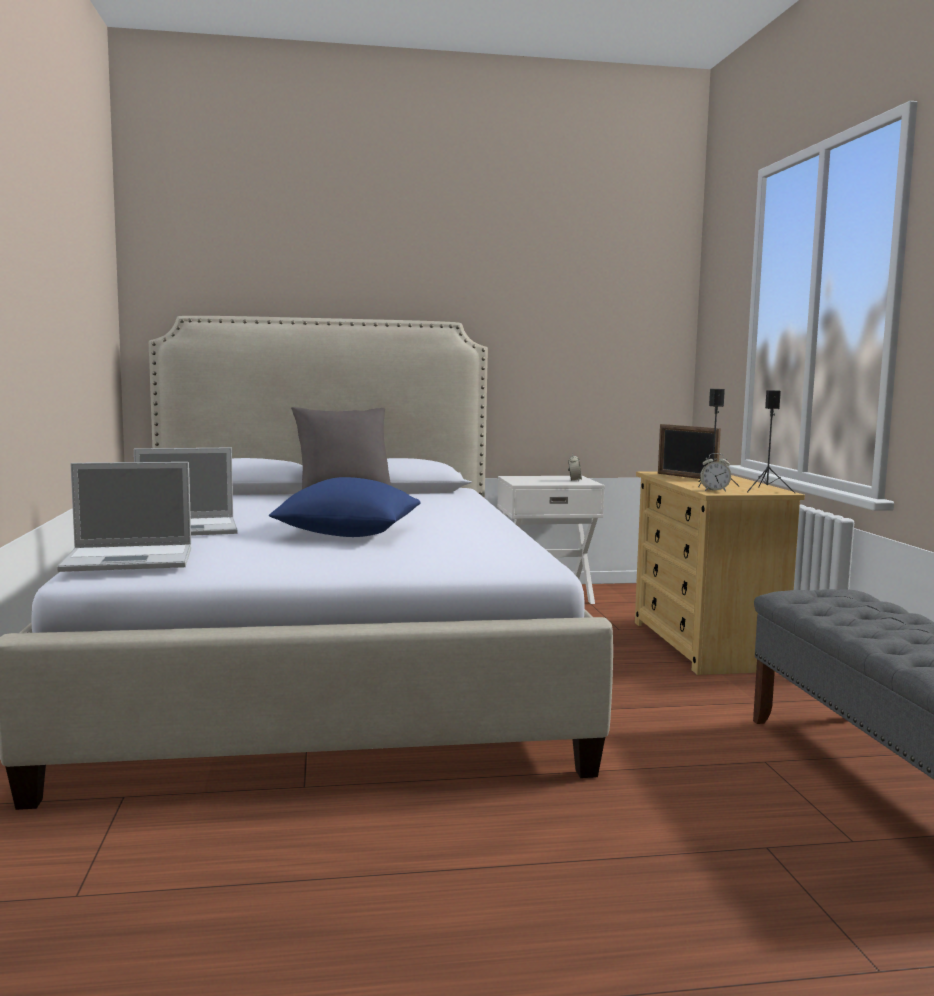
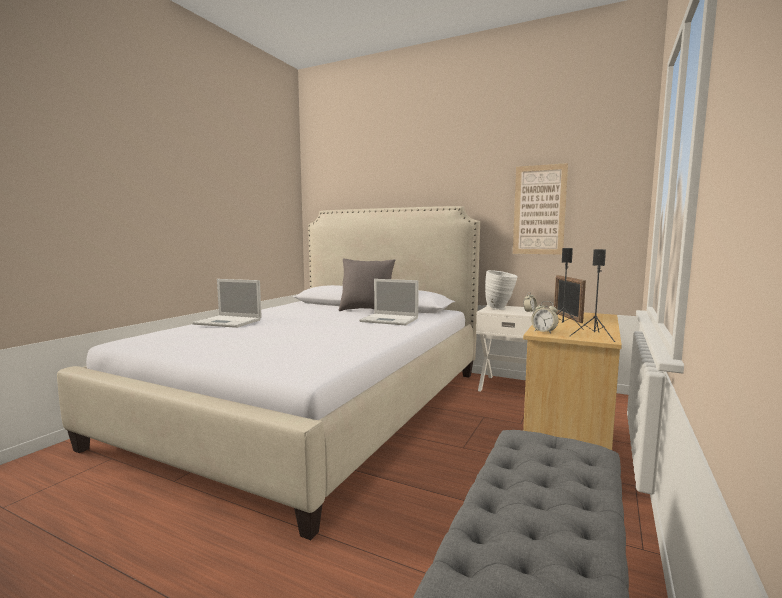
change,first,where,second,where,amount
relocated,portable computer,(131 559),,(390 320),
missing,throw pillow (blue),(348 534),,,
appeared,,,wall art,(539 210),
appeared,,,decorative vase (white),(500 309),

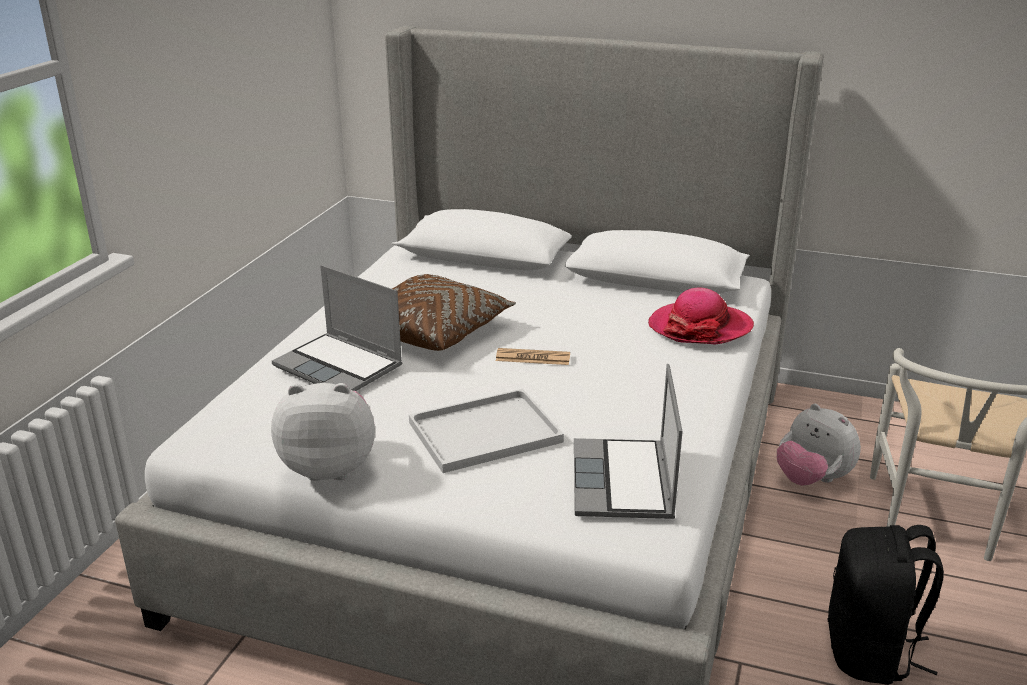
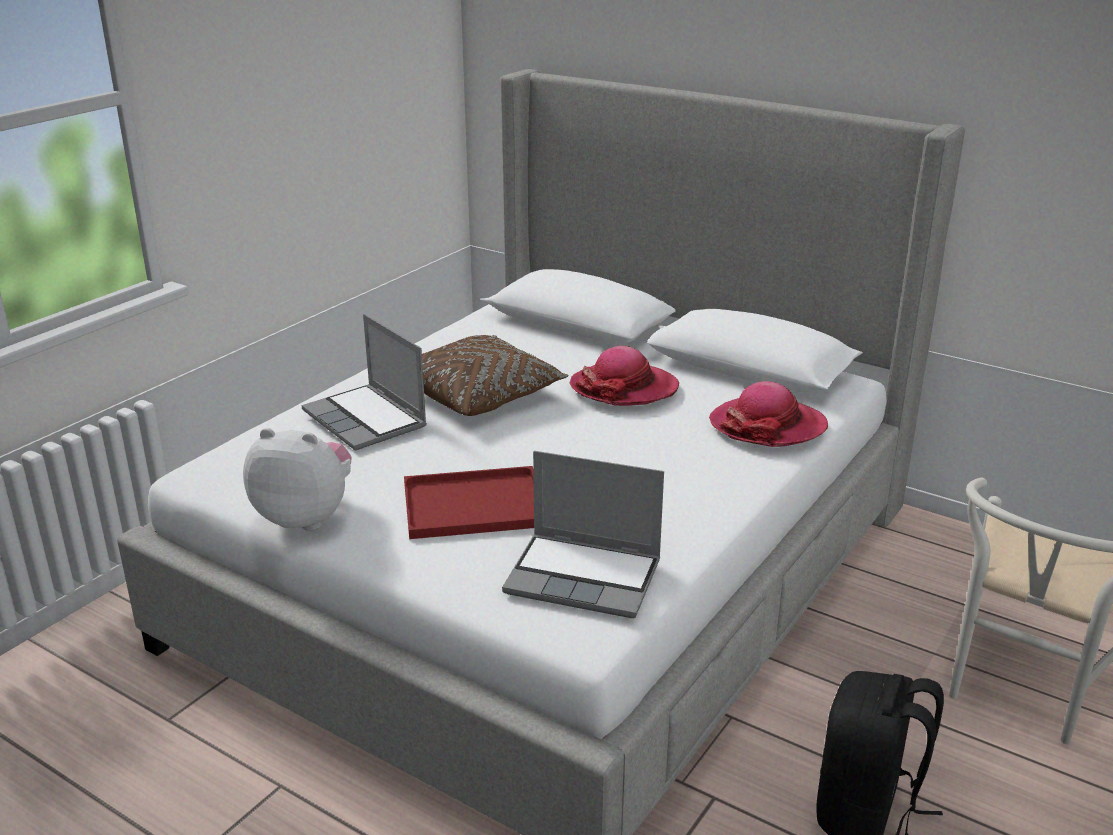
change,first,where,second,where,amount
missing,printed paper,(533 358),,,
spun,portable computer,(624 482),,(585 577),90 degrees counterclockwise
colour,tray (white),(487 431),tray (red),(476 504),
missing,soft toy,(812 479),,,
appeared,,,hat,(624 388),

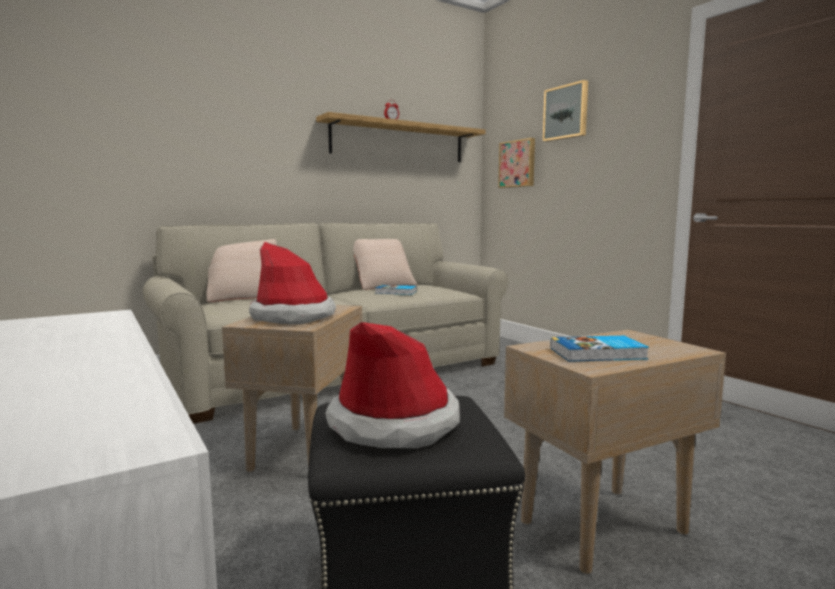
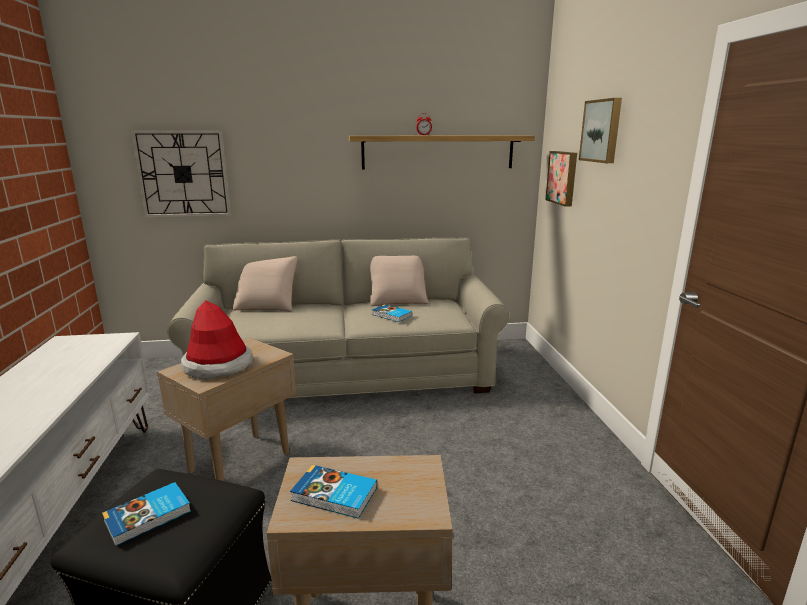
change,first,where,second,where,amount
exchanged,hat,(393 424),book,(149 516),
appeared,,,hanging clock,(183 174),

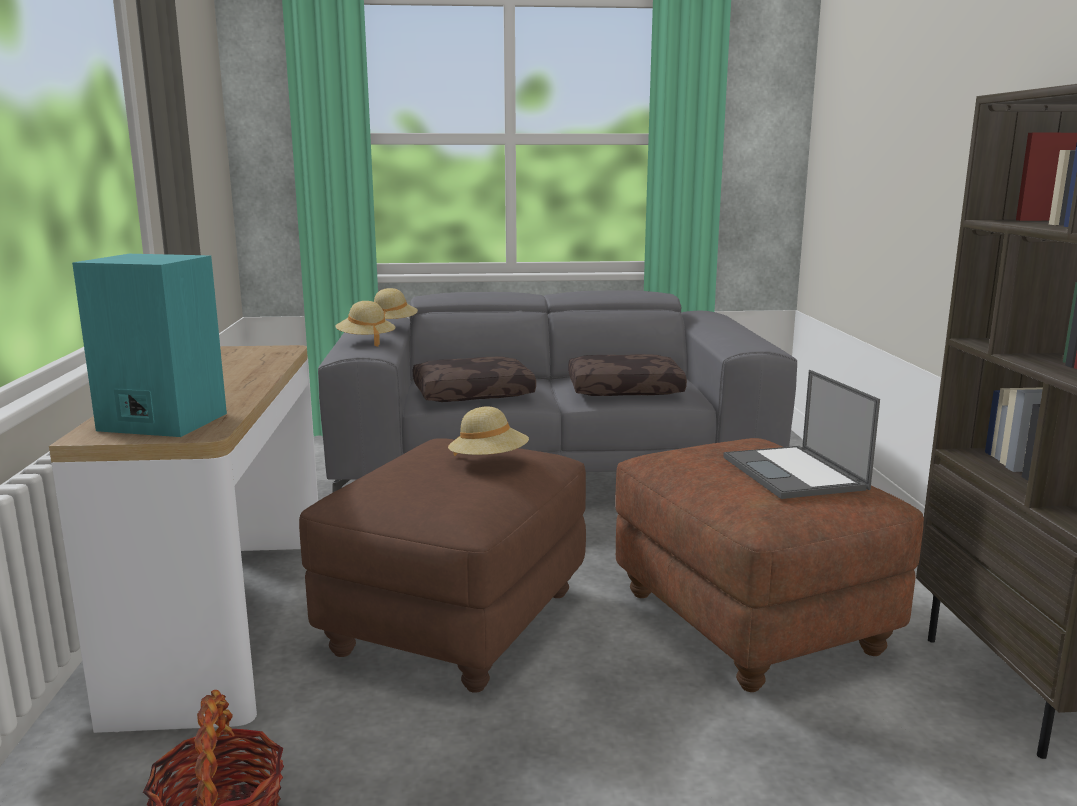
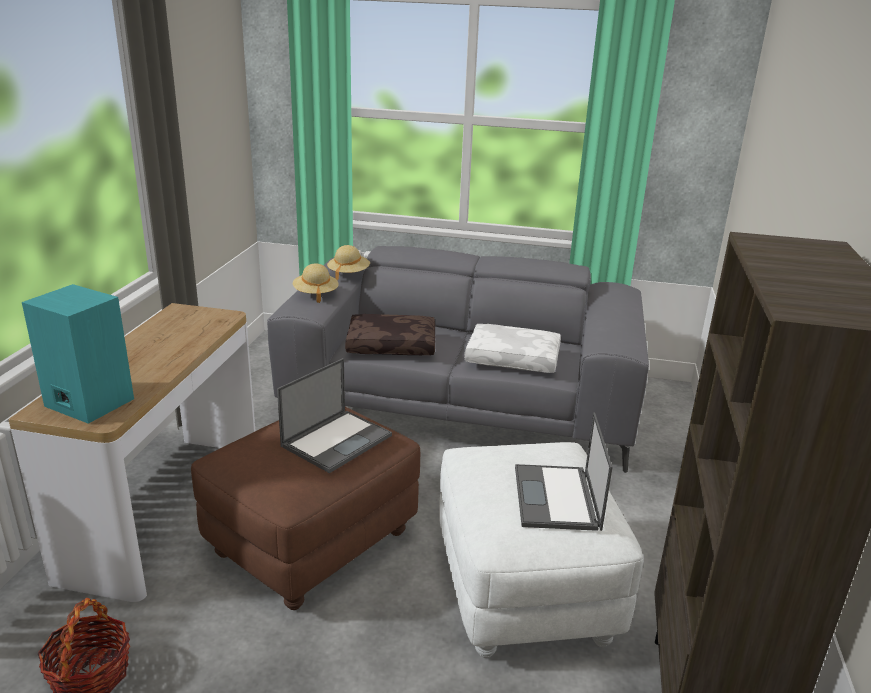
change,first,where,second,where,amount
colour,throw pillow (brown),(625 389),throw pillow (white),(513 358),
exchanged,hat (beige-coloured),(489 462),portable computer,(337 440),
colour,pouffe (brown),(750 622),pouffe (white),(524 590),

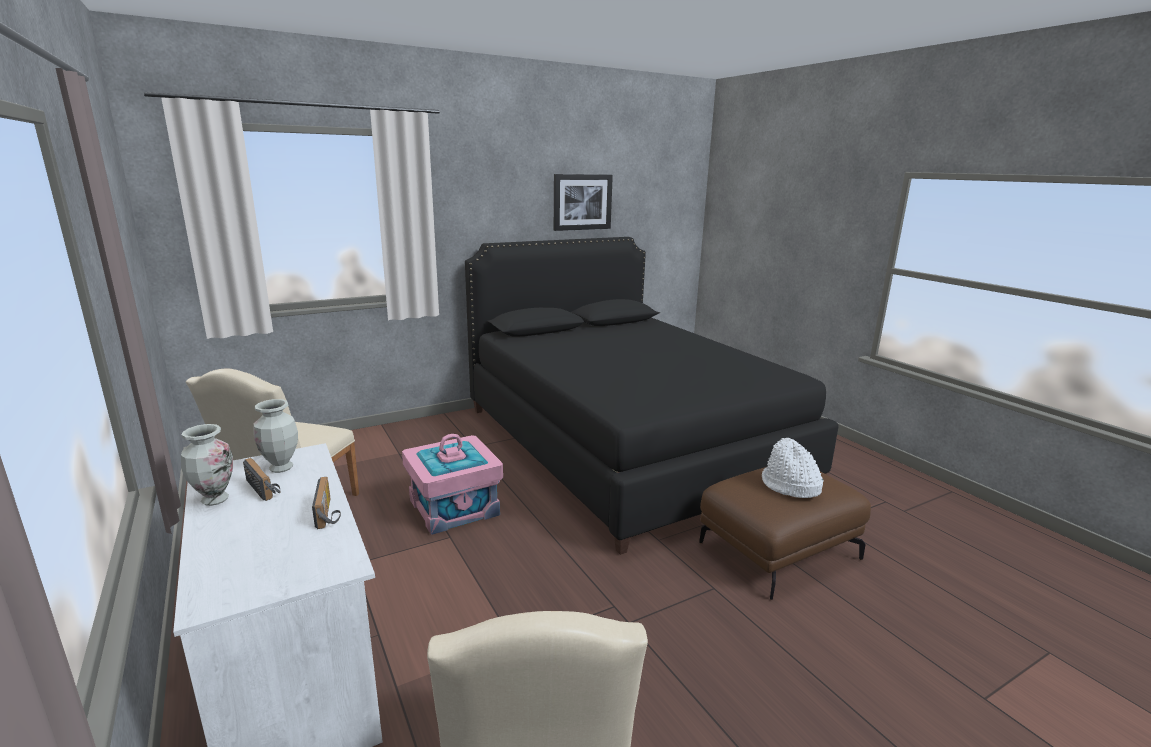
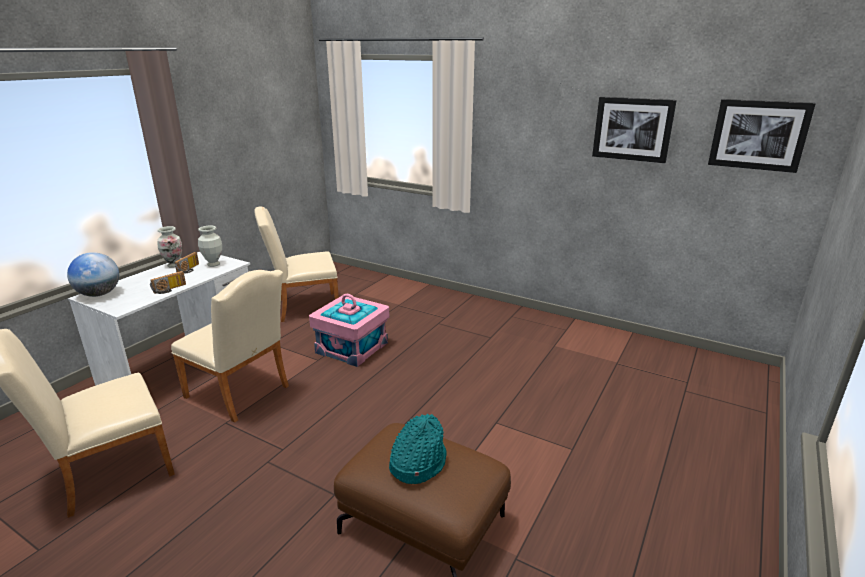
change,first,where,second,where,amount
missing,sleeping bed (blackish),(627 444),,,
colour,hat (white),(789 486),hat (blue-green),(417 463),
appeared,,,wall art,(758 135),
appeared,,,world globe,(99 294),
appeared,,,plain chair (beige-coloured),(241 394),

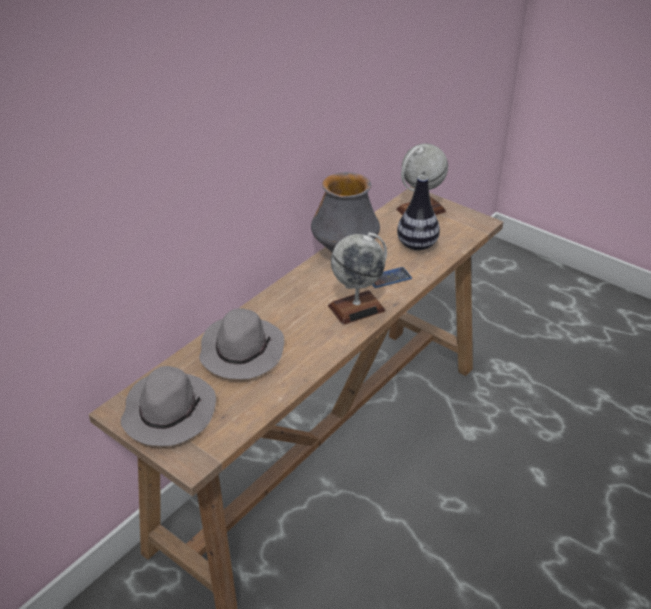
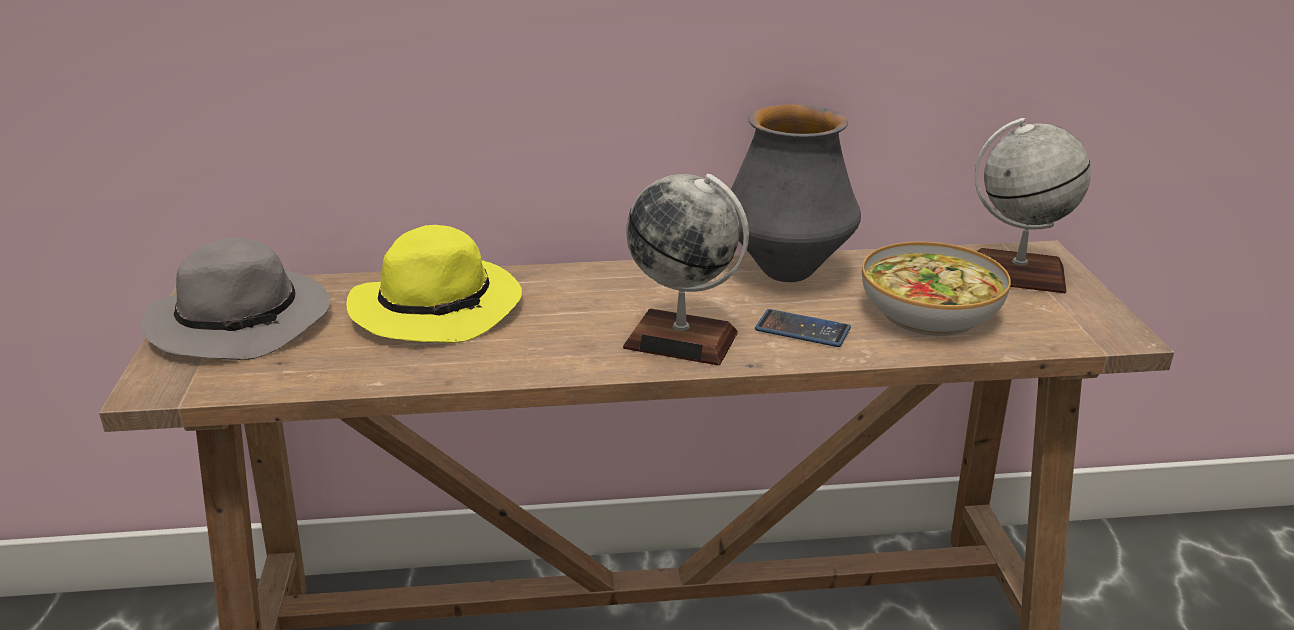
change,first,where,second,where,amount
exchanged,decorative vase,(417 245),serving bowl,(928 312),
colour,hat (grey),(241 351),hat (yellow-coloured),(439 308),

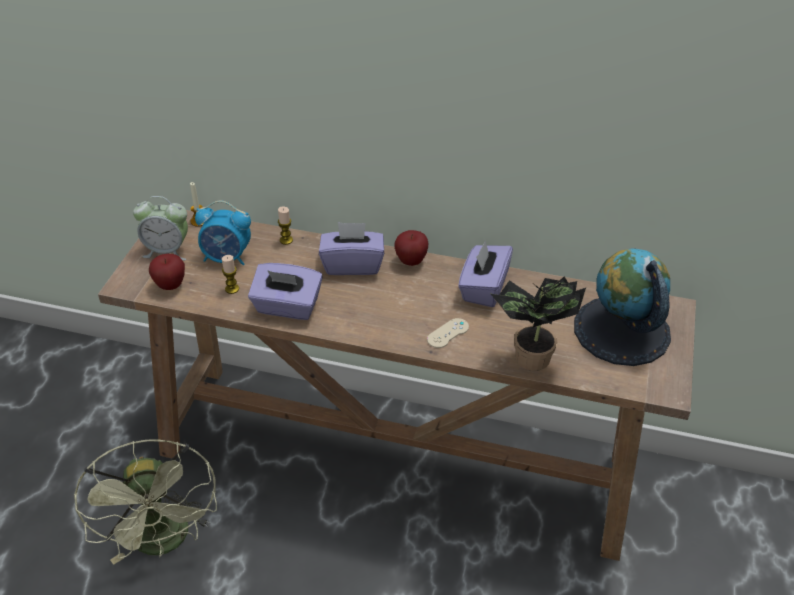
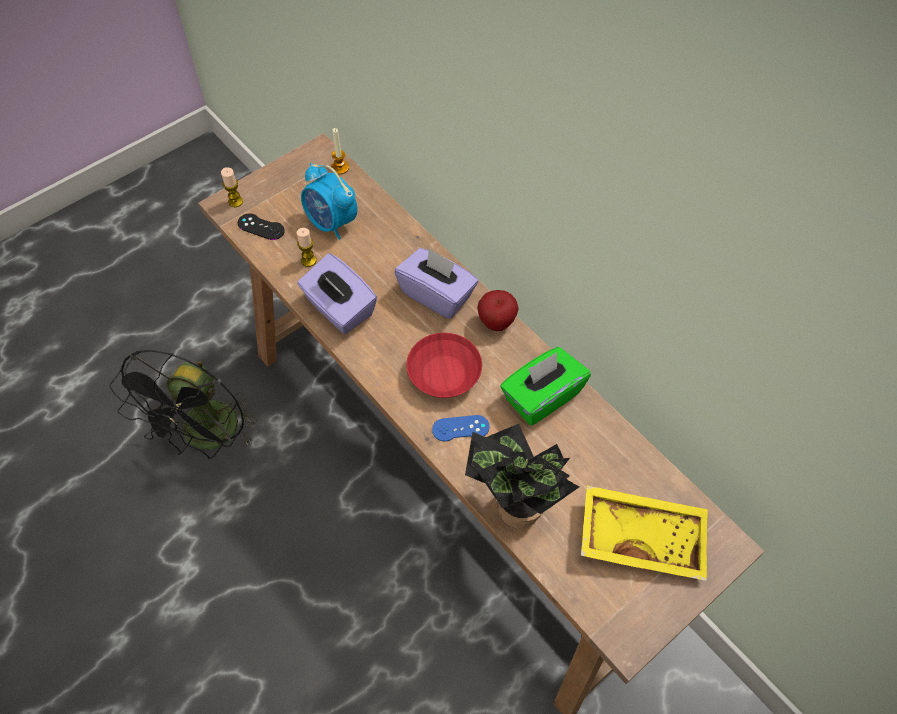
change,first,where,second,where,amount
missing,table clock,(167 250),,,
relocated,wax light,(286 240),,(235 201),
colour,tissue holder (purplish),(483 288),tissue holder (green),(541 397),
exchanged,world globe,(621 330),tray (yellow-coloured),(641 536),
exchanged,apple fruit,(170 285),gamepad (blackish),(261 227),
colour,gamepad (beige-coloured),(448 333),gamepad (blue),(460 428),
colour,cooling fan (green),(164 542),cooling fan (blackish),(207 438),
appeared,,,serving bowl (red),(444 376),

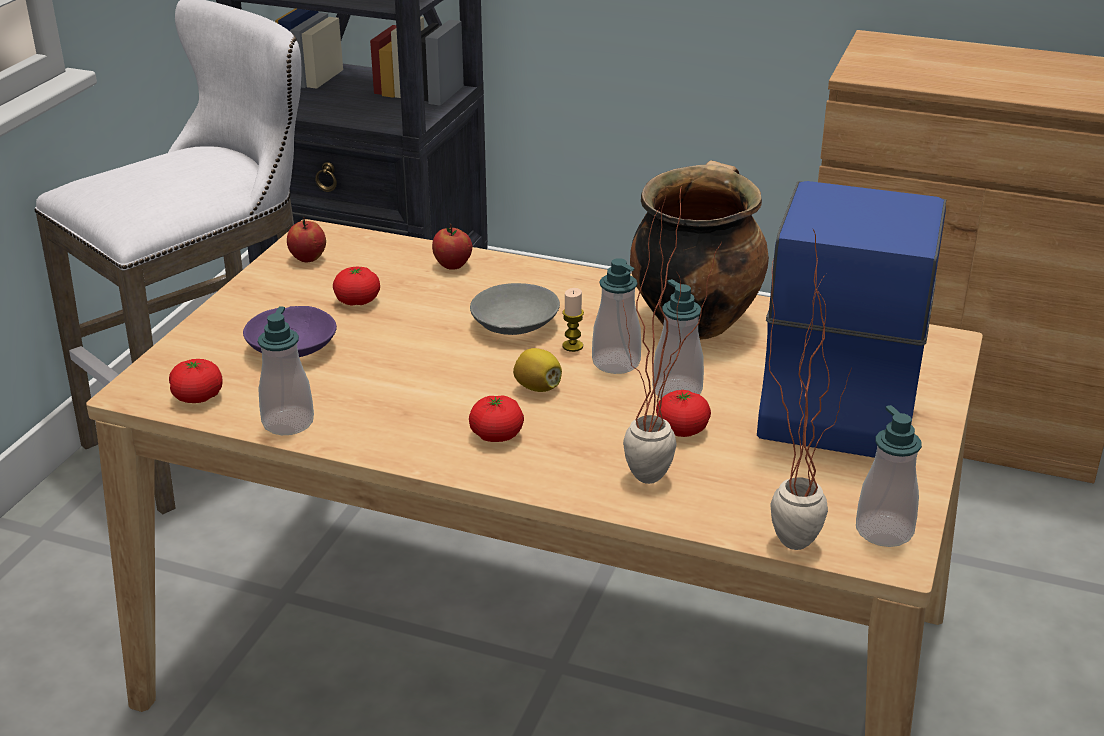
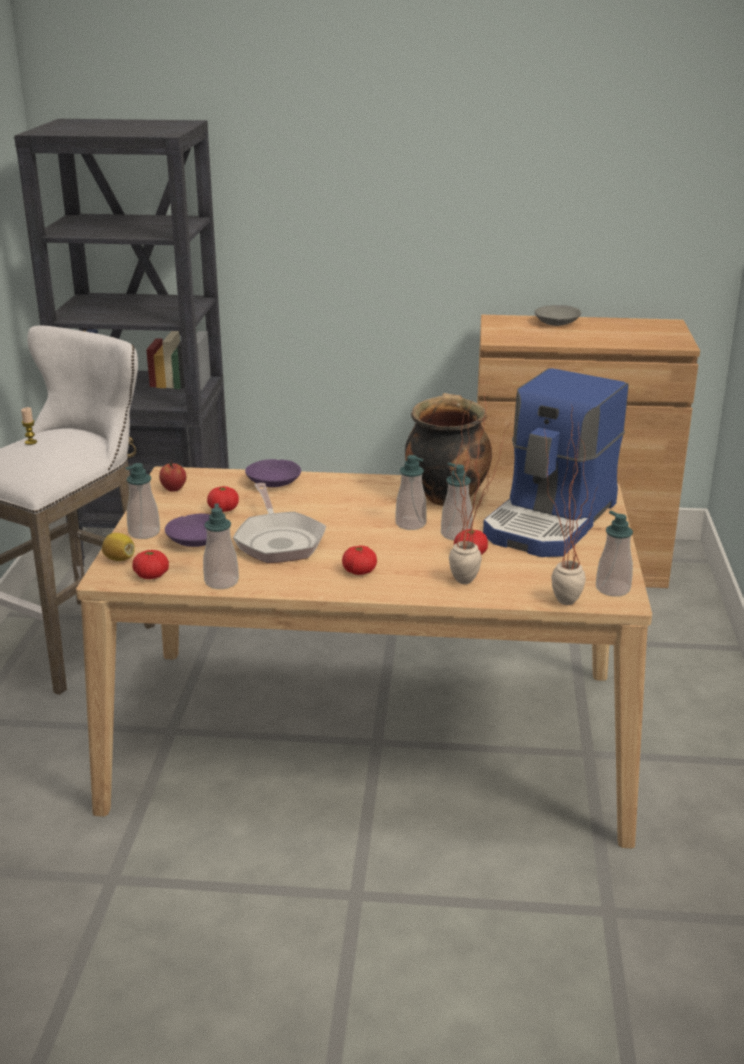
change,first,where,second,where,amount
spun,coffee maker,(840 388),,(552 521),150 degrees counterclockwise
exchanged,apple fruit,(453 265),serving bowl (purplish),(274 482),
relocated,serving bowl (grey),(513 325),,(556 323),
relocated,wax light,(572 346),,(31 442),
relocated,lemon,(537 388),,(119 559),
appeared,,,liquid soap bottle,(144 533),
appeared,,,pan,(278 540),

